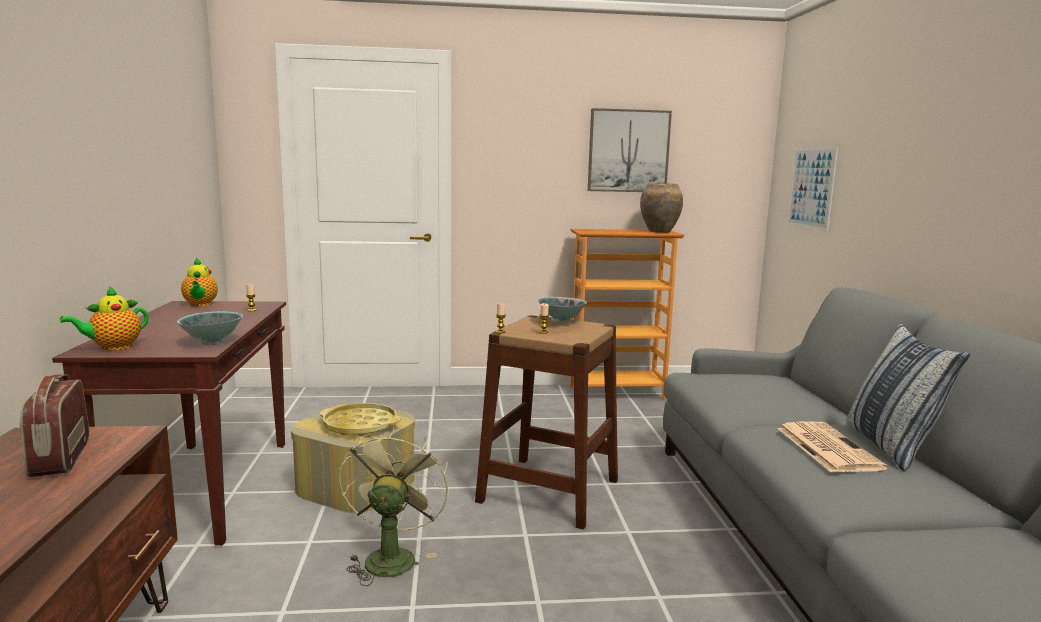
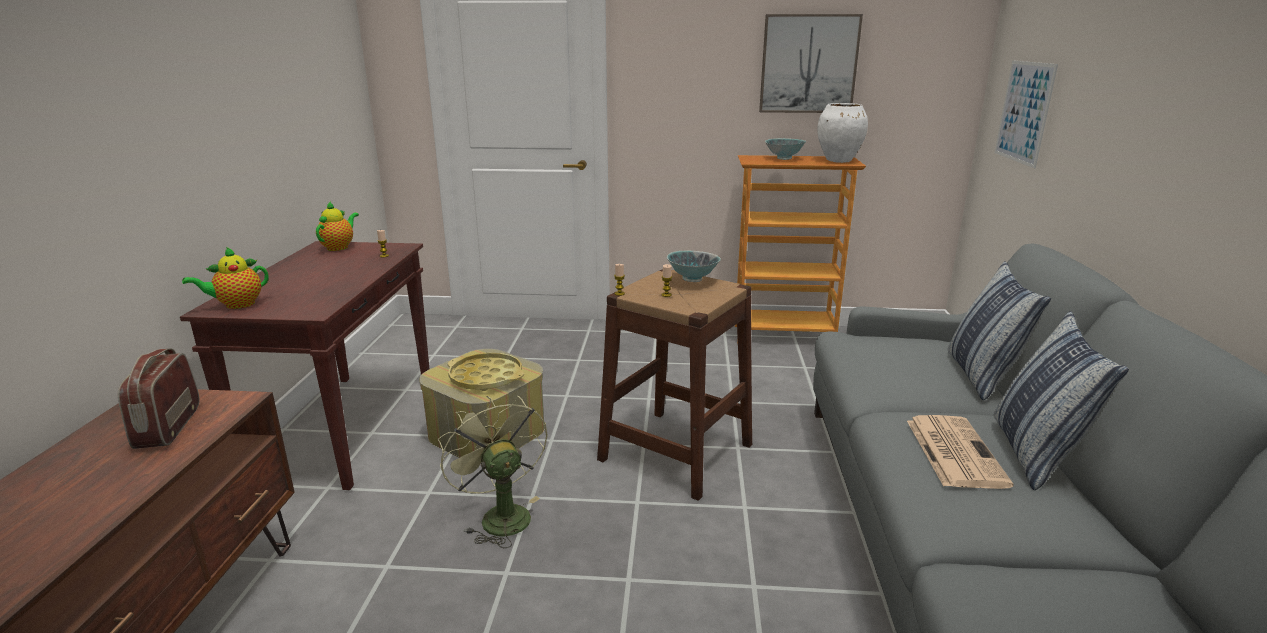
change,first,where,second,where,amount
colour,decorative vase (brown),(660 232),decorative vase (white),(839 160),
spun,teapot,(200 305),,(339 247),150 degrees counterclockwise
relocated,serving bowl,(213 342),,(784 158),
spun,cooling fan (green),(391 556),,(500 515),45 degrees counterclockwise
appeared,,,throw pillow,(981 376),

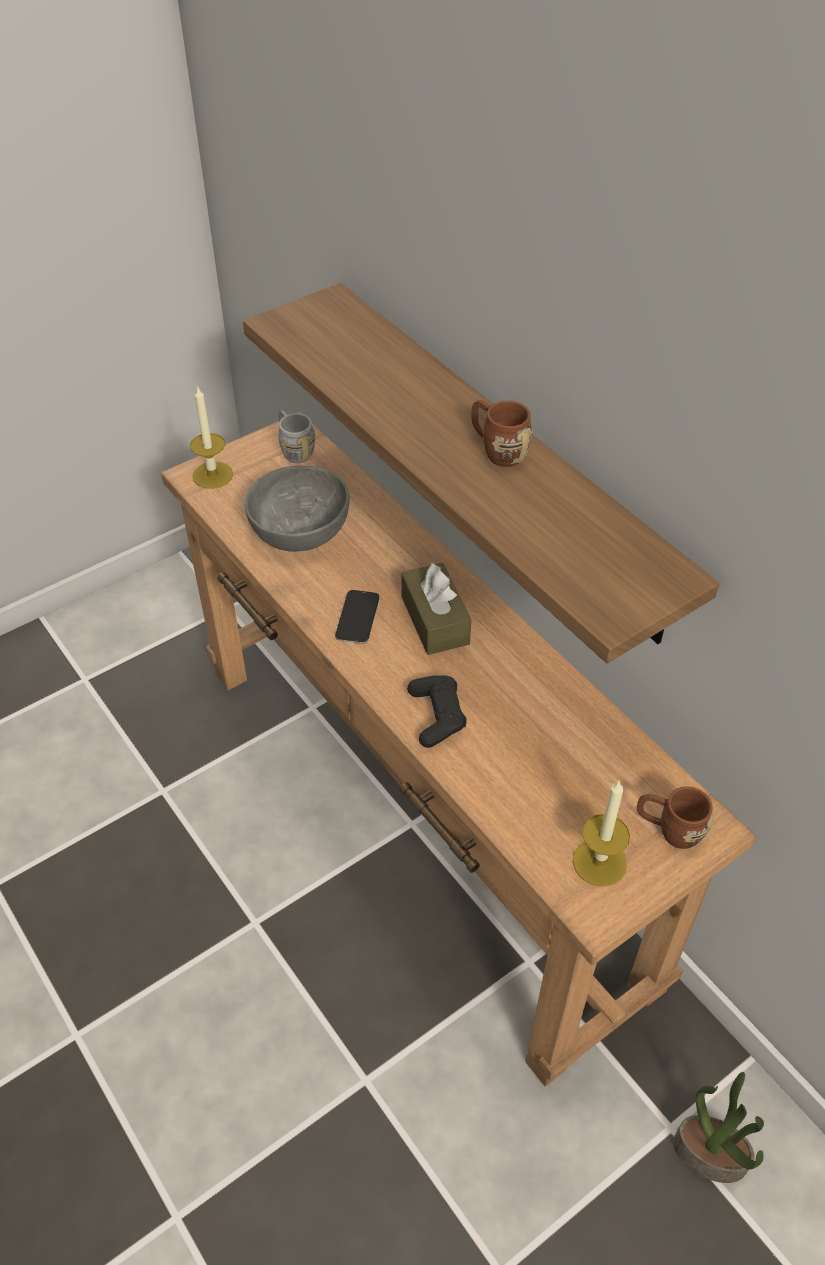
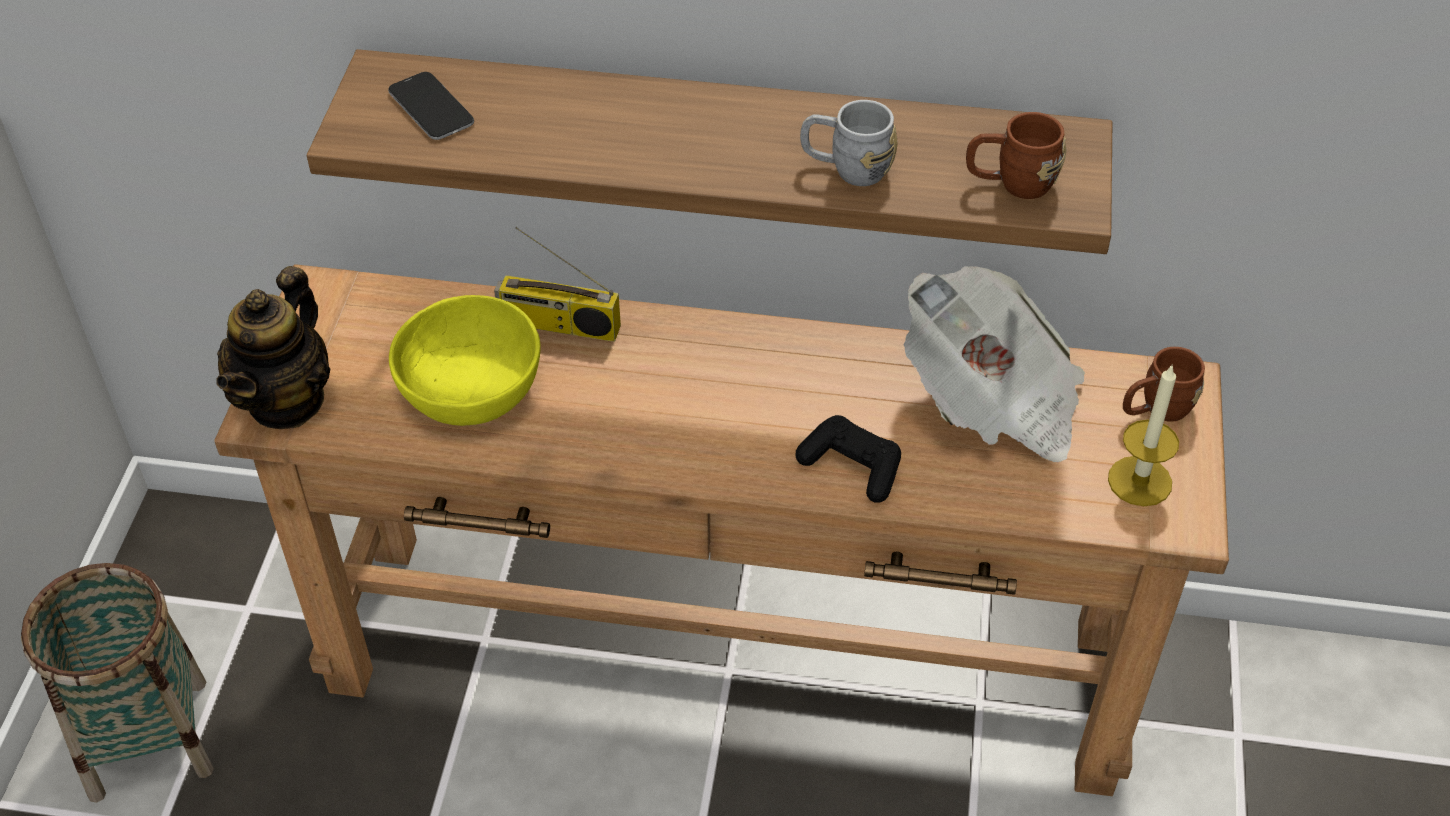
change,first,where,second,where,amount
exchanged,wax light,(212 475),teapot,(286 400),
relocated,tea mug (brown),(497 450),,(1011 183),
relocated,tea mug (grey),(294 449),,(846 168),
colour,serving bowl (grey),(299 529),serving bowl (yellow-coloured),(471 389),
missing,tissue holder (brown),(435 620),,,
relocated,phone,(357 618),,(431 108),
missing,plant in a pot,(710 1154),,,
appeared,,,radio,(558 325),
appeared,,,printed paper,(992 400),
appeared,,,household basket,(148 738),

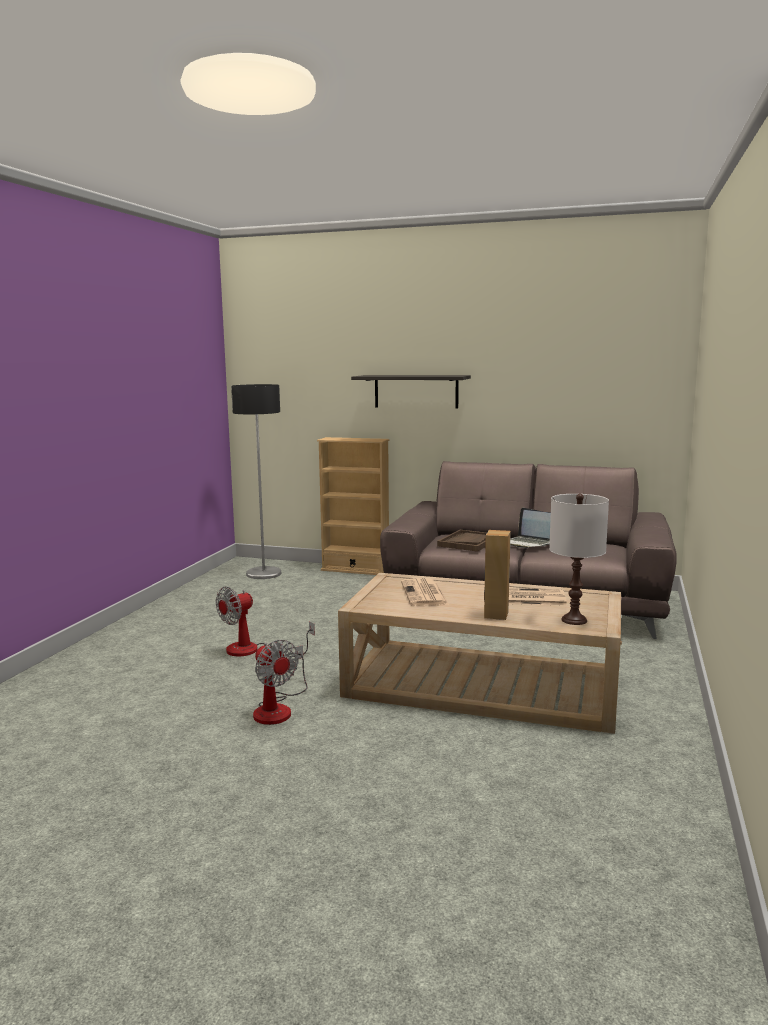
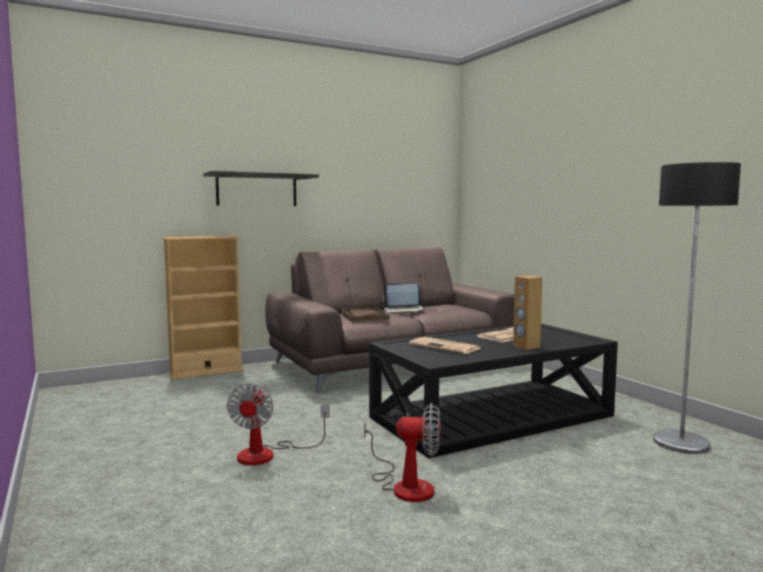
change,first,where,second,where,amount
relocated,standard lamp,(264 574),,(681 443),
missing,table lamp (white),(574 620),,,
colour,coffee table (beige-coloured),(482 684),coffee table (blackish),(491 416),

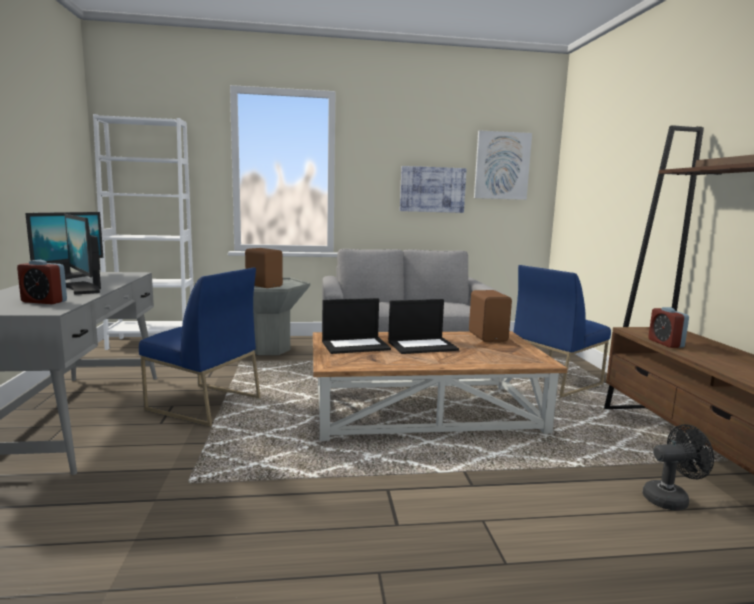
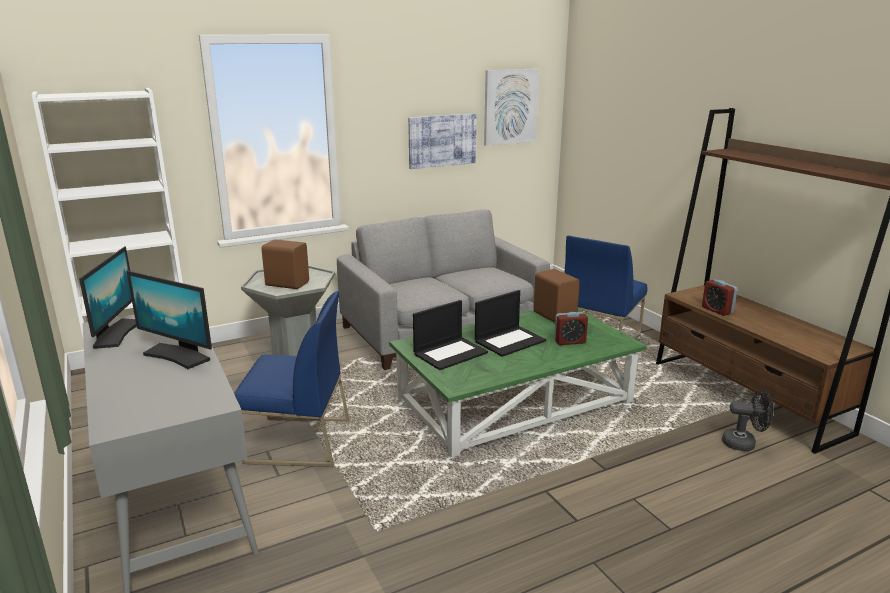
change,first,where,second,where,amount
relocated,table clock,(44 301),,(569 341),
colour,coffee table (brown),(426 410),coffee table (green),(515 399),
spun,cooling fan (blackish),(671 499),,(744 443),45 degrees clockwise

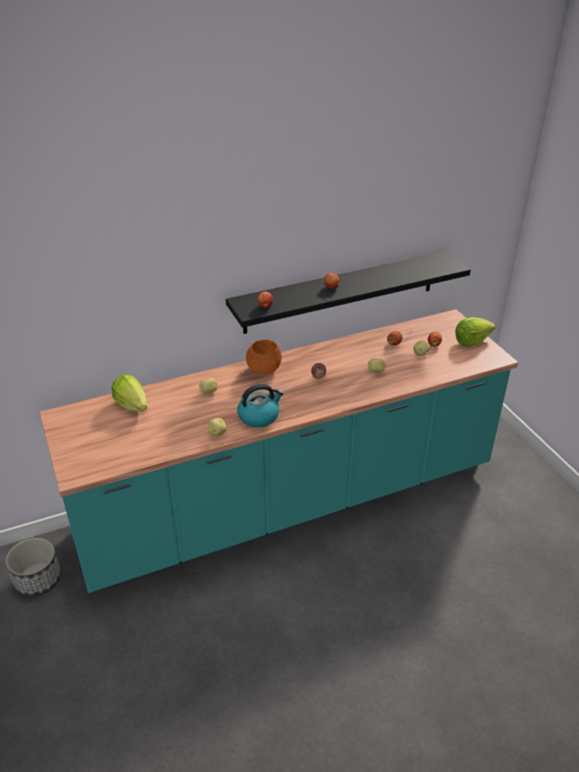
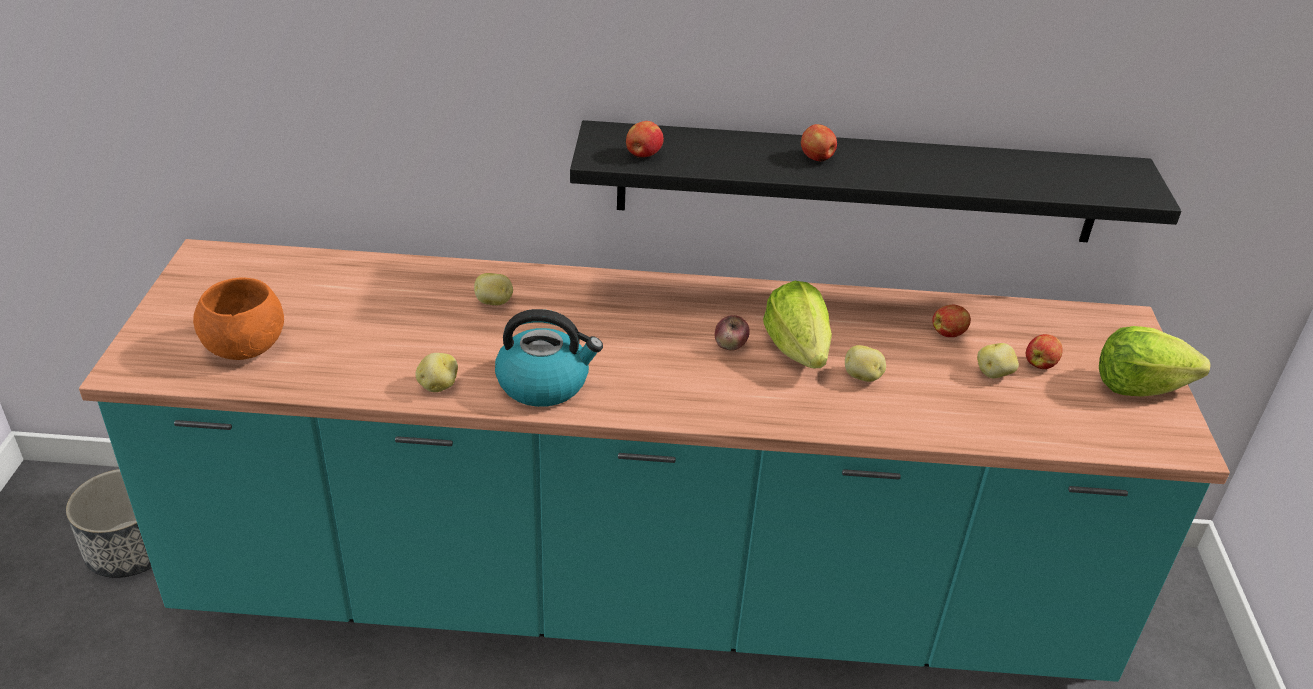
change,first,where,second,where,amount
relocated,serving bowl (orange-coloured),(264 369),,(245 348),
relocated,lettuce,(132 405),,(797 350),

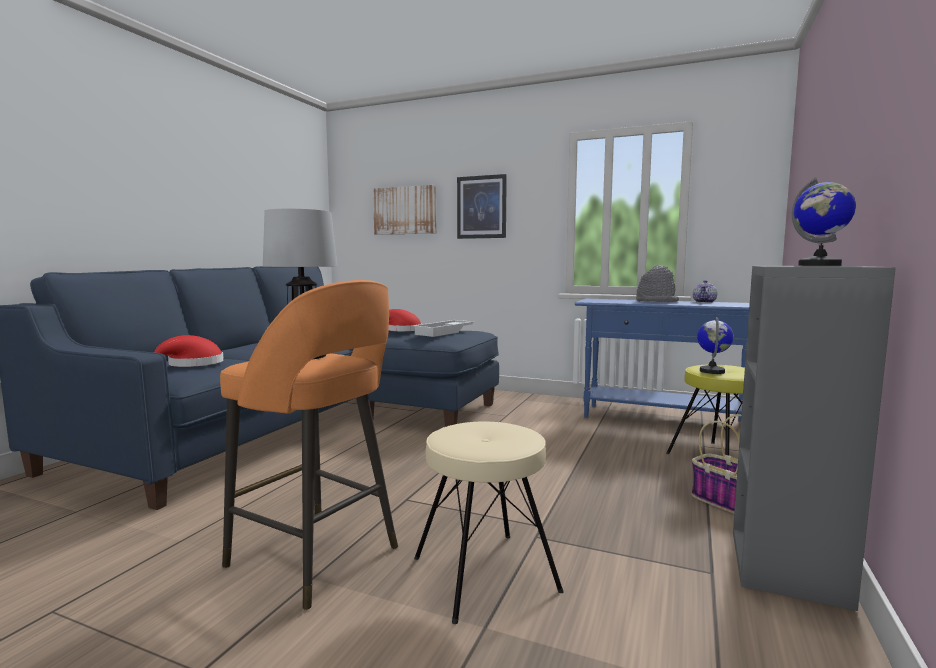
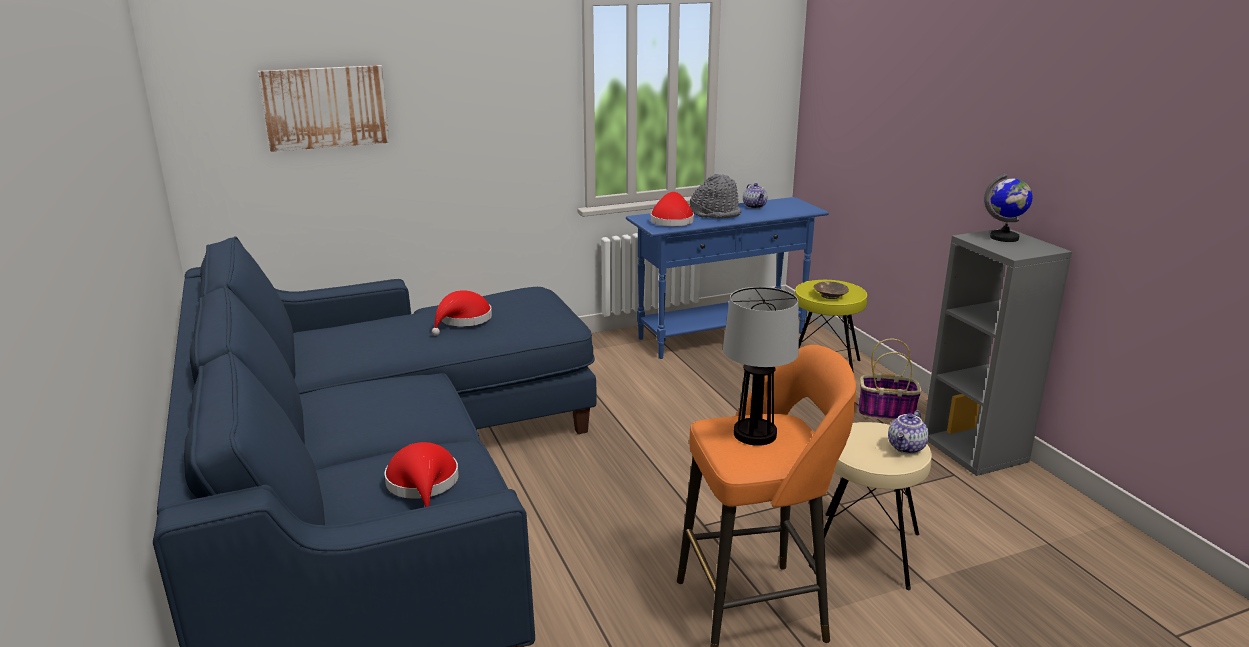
change,first,where,second,where,amount
missing,wall art,(481 207),,,
exchanged,world globe,(712 371),serving bowl (brown),(829 295),
missing,tray (white),(445 332),,,
appeared,,,hat (red),(672 220),
appeared,,,teapot,(907 448),

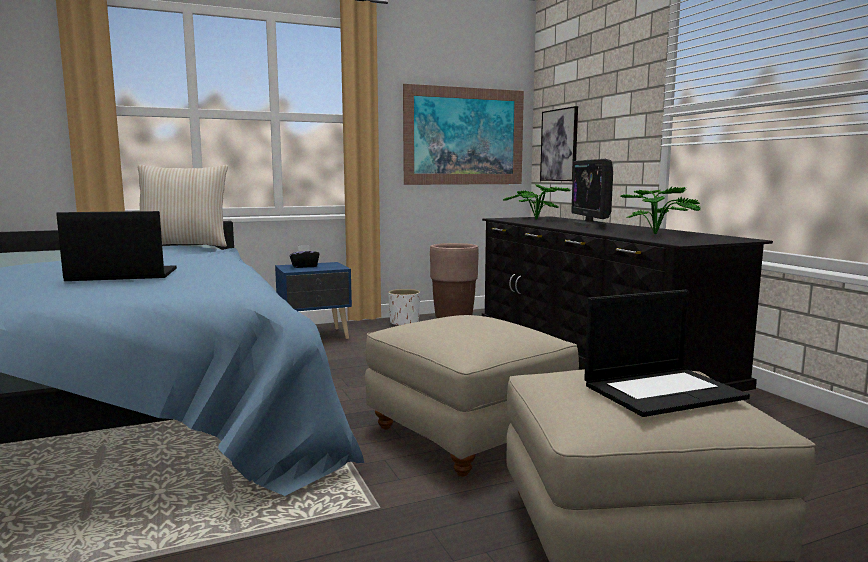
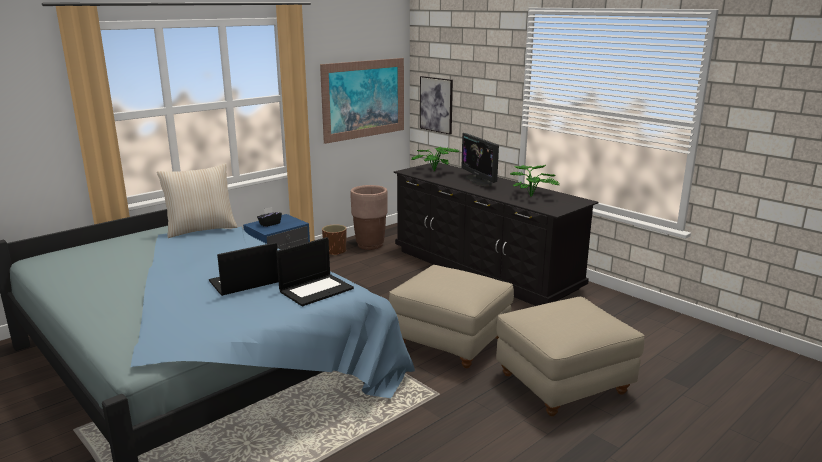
change,first,where,second,where,amount
colour,plant pot (white),(404 323),plant pot (brown),(335 251),
relocated,portable computer,(663 391),,(316 289),

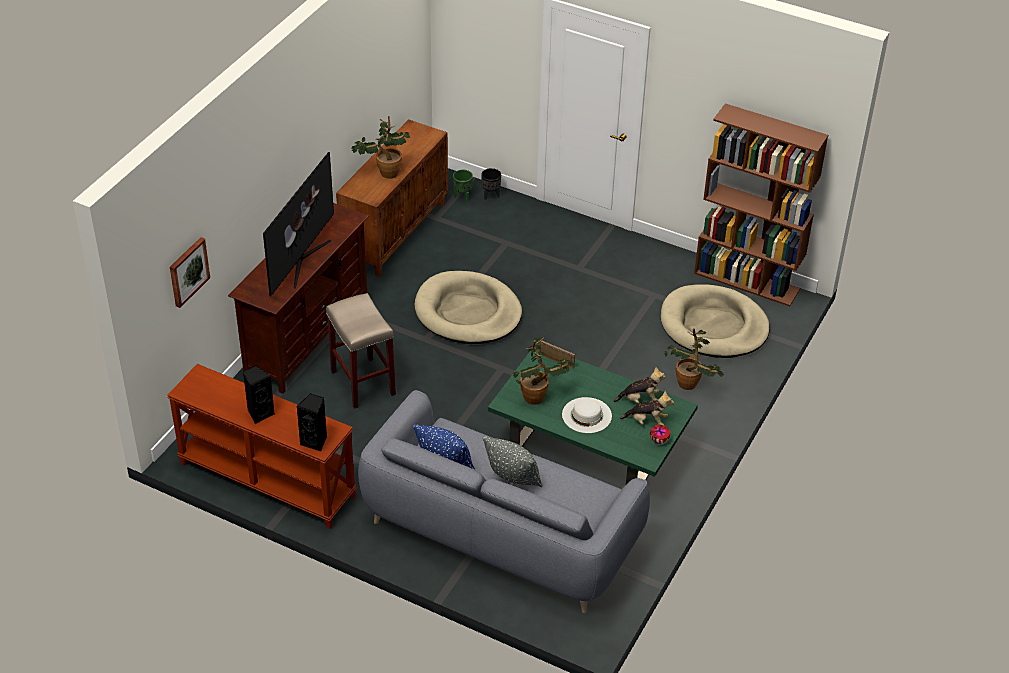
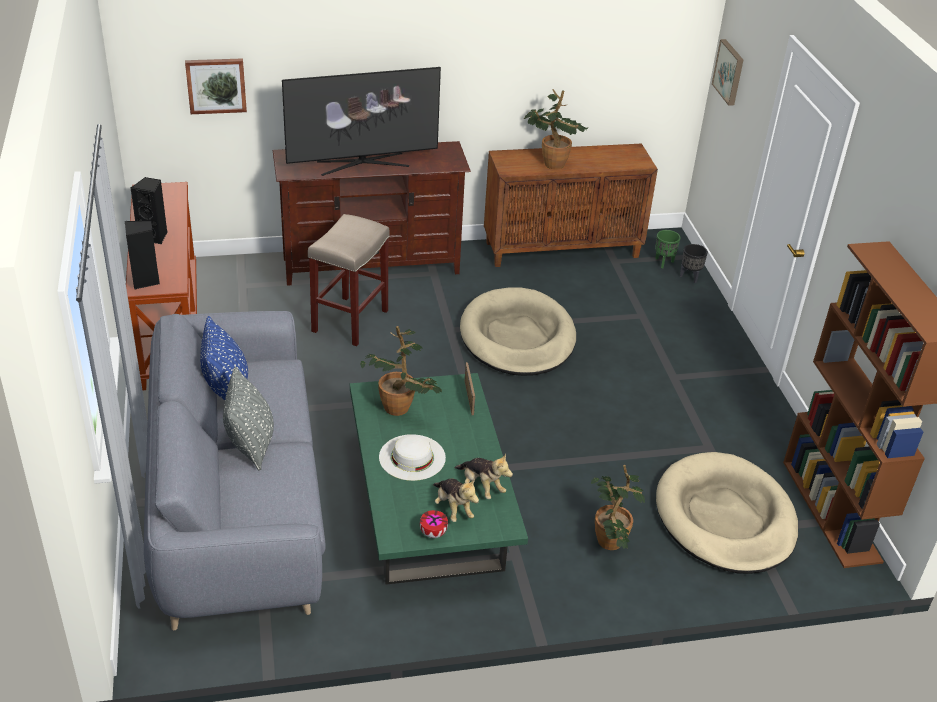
change,first,where,second,where,amount
appeared,,,wall art,(729 72),

